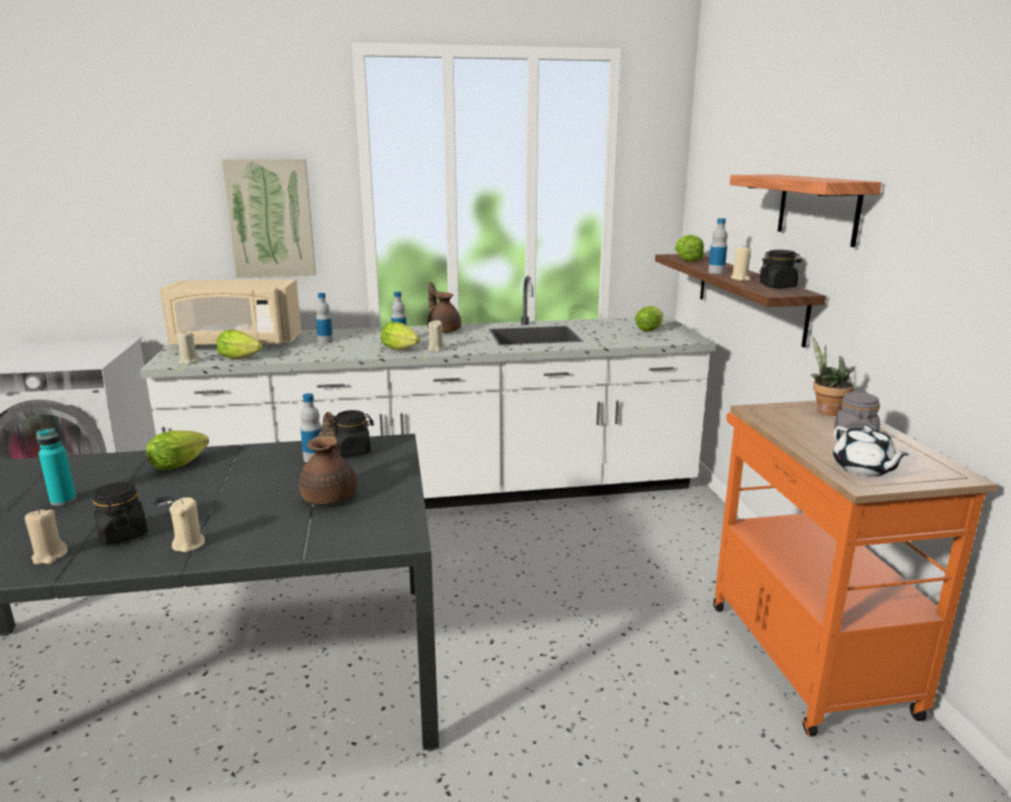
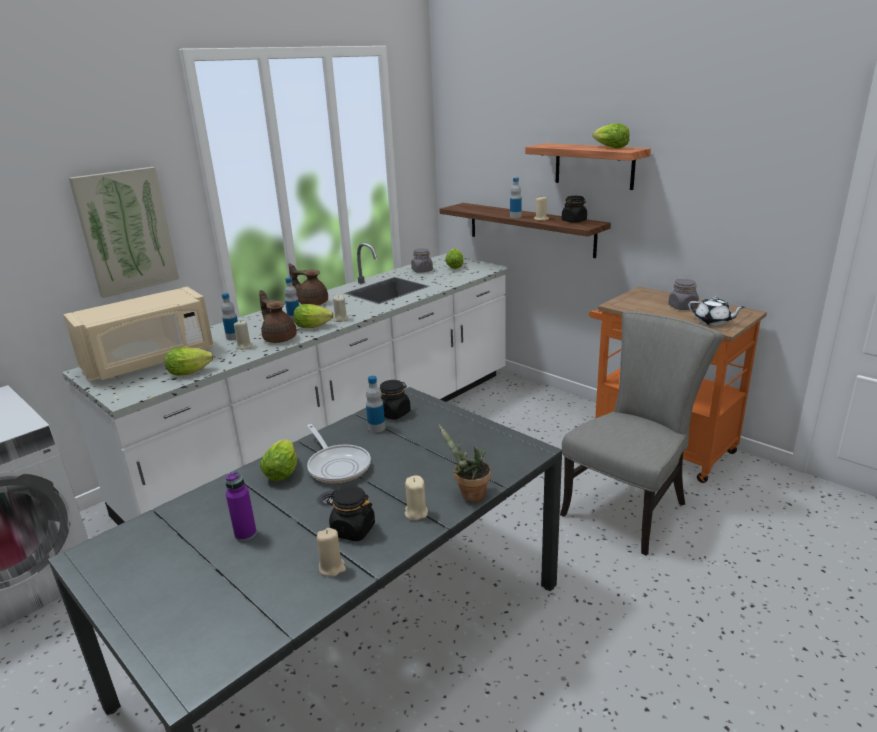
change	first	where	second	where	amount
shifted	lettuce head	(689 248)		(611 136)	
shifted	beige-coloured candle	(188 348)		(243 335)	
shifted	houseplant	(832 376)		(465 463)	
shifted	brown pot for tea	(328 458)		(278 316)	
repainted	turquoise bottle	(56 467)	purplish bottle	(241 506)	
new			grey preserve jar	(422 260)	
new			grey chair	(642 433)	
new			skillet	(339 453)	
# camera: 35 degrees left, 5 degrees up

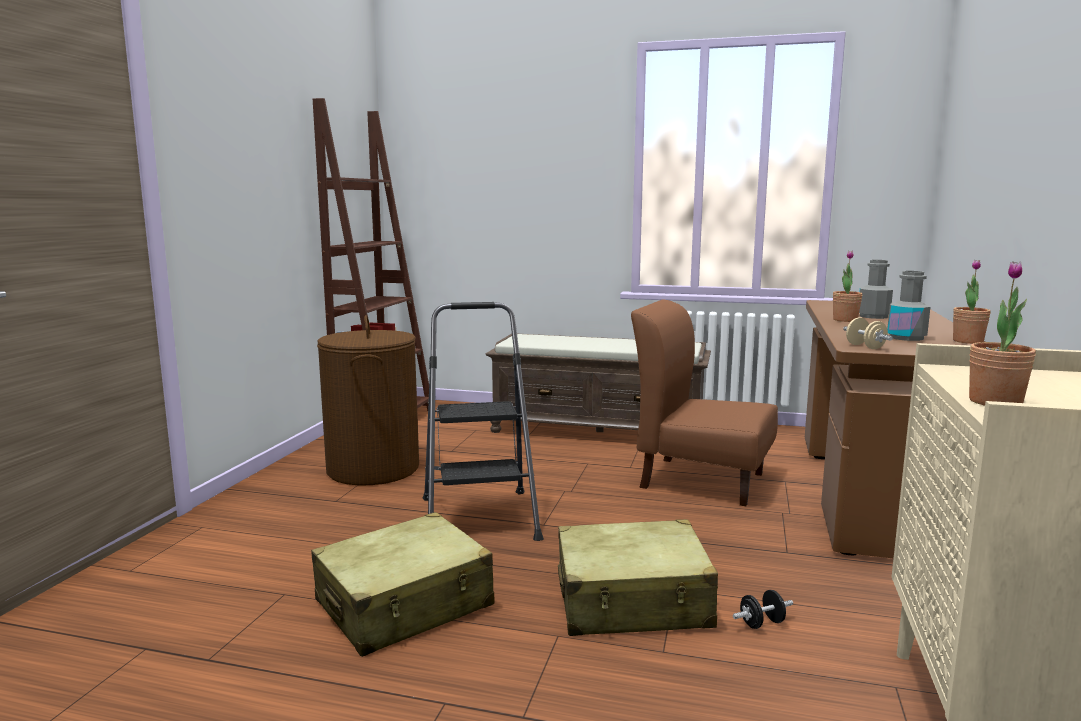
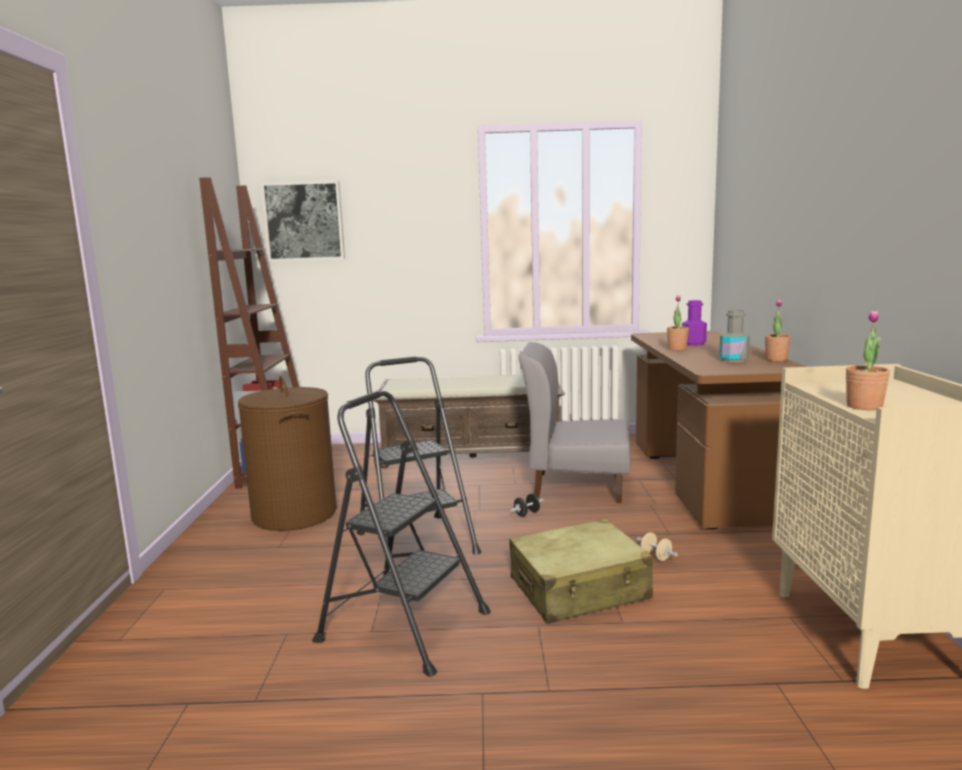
change	first	where	second	where	amount
repainted	grey bottle	(876 289)	purplish bottle	(694 323)	
repainted	brown chair	(704 402)	grey chair	(574 422)	
shifted	beige-coloured free weight	(868 333)		(657 546)	
swapped	beige-coloured suitcase	(402 584)	black-coloured stepladder	(401 534)	
shifted	black-coloured free weight	(763 609)		(527 505)	
new			wall art	(303 221)	
# camera: 15 degrees left, 0 degrees up

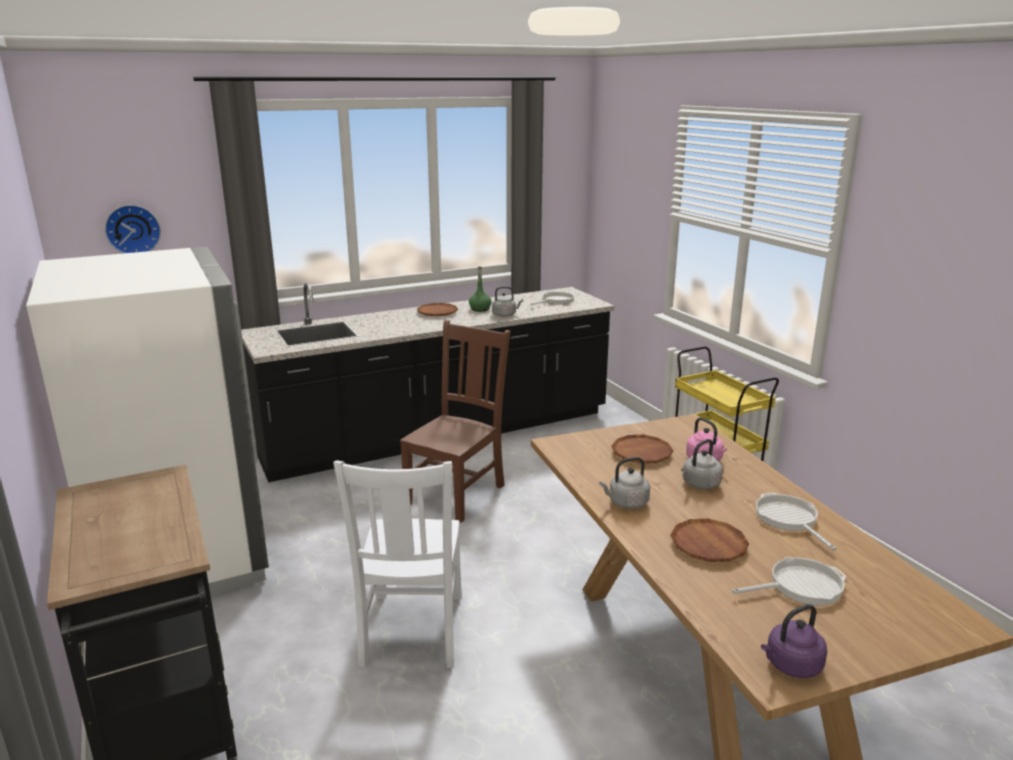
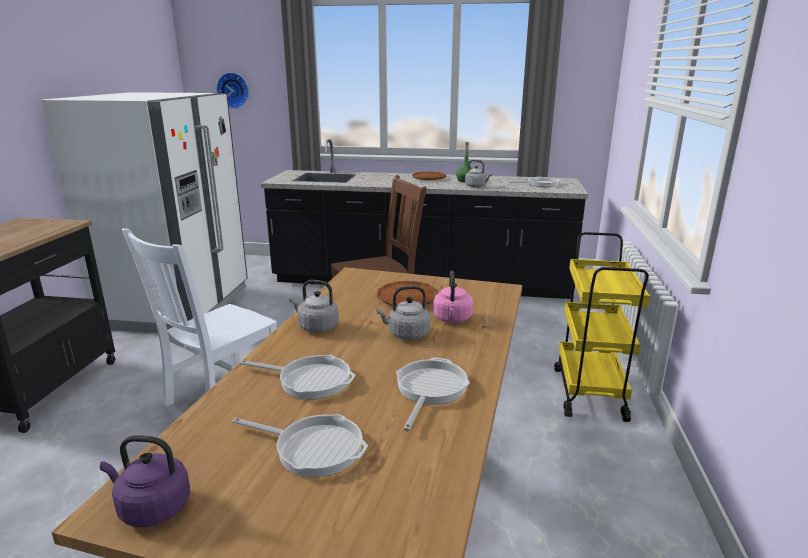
change	first	where	second	where	amount
swapped	brown flat dish	(709 540)	skillet	(297 377)	
# camera: 35 degrees right, 0 degrees up

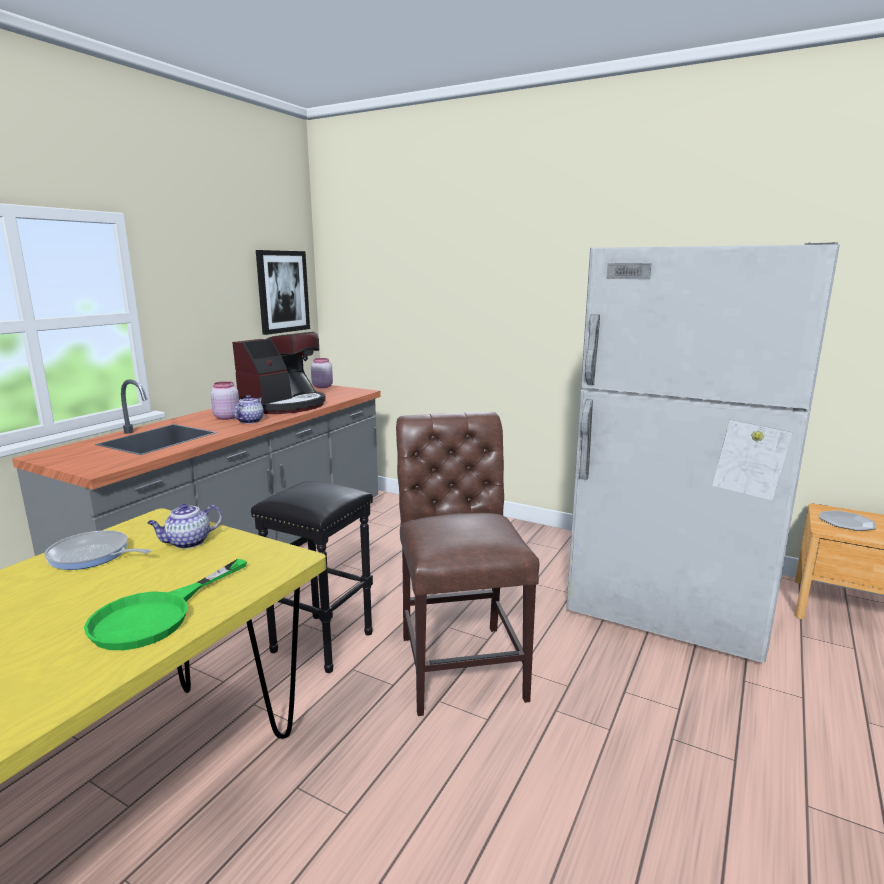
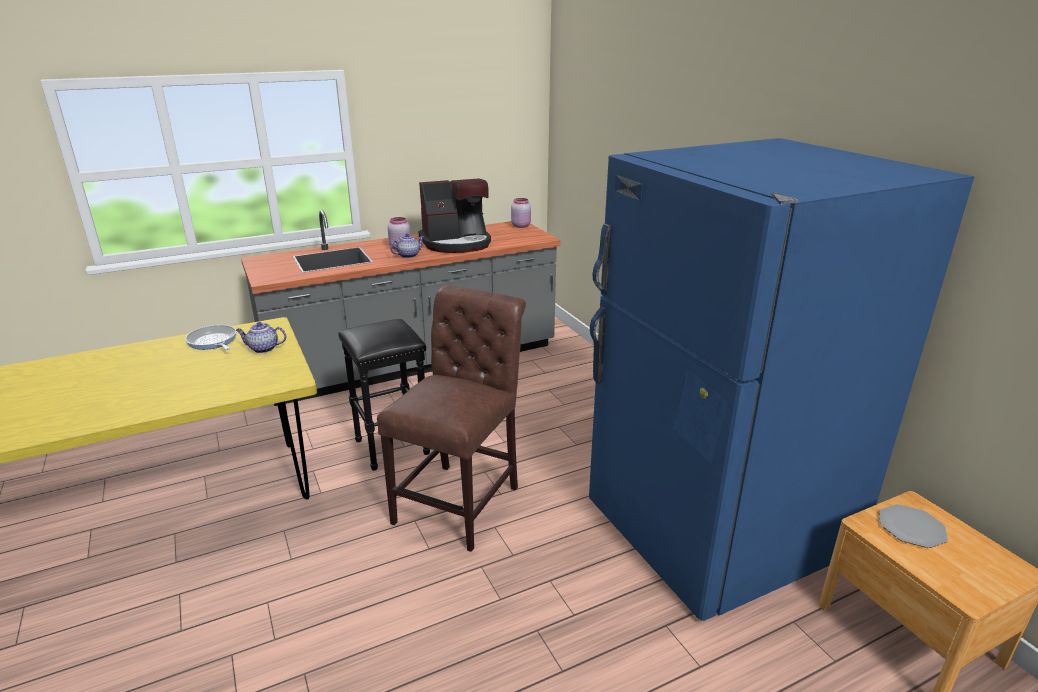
change	first	where	second	where	amount
repainted	white-coloured refrigerator	(703 452)	blue-coloured refrigerator	(781 379)	
gone	wall art	(283 292)			
gone	green skillet	(165 604)			
# camera: 35 degrees right, 10 degrees up

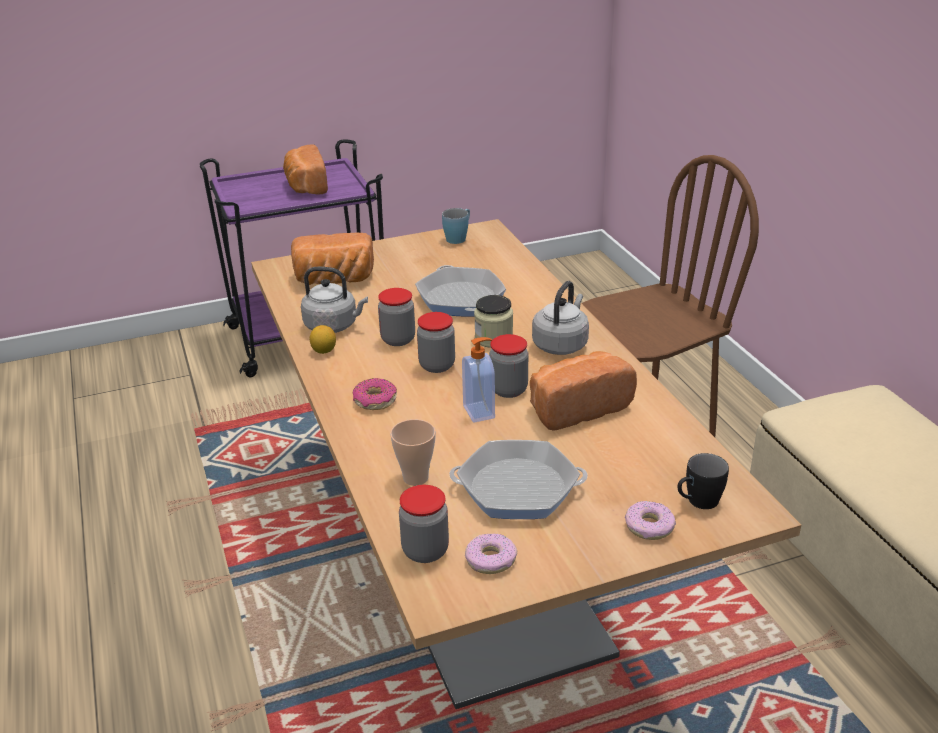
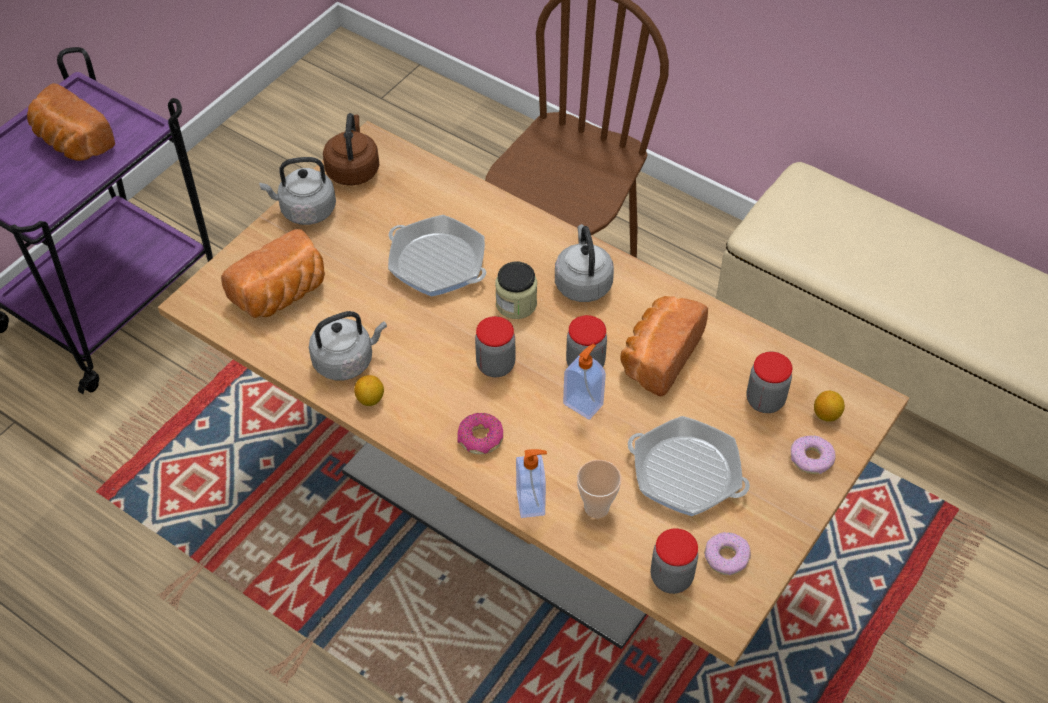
change	first	where	second	where	amount
swapped	blue-coloured coffee mug	(456 226)	brown tea kettle	(351 149)	
shifted	preserve jar	(396 317)		(769 382)	
rotated	skillet	(518 479)		(689 466)	60 degrees clockwise
swapped	black-coloured coffee mug	(703 481)	lemon	(829 406)	
new			grey tea kettle	(297 191)	
new			liquid soap bottle	(531 483)	
# camera: 35 degrees left, 20 degrees up

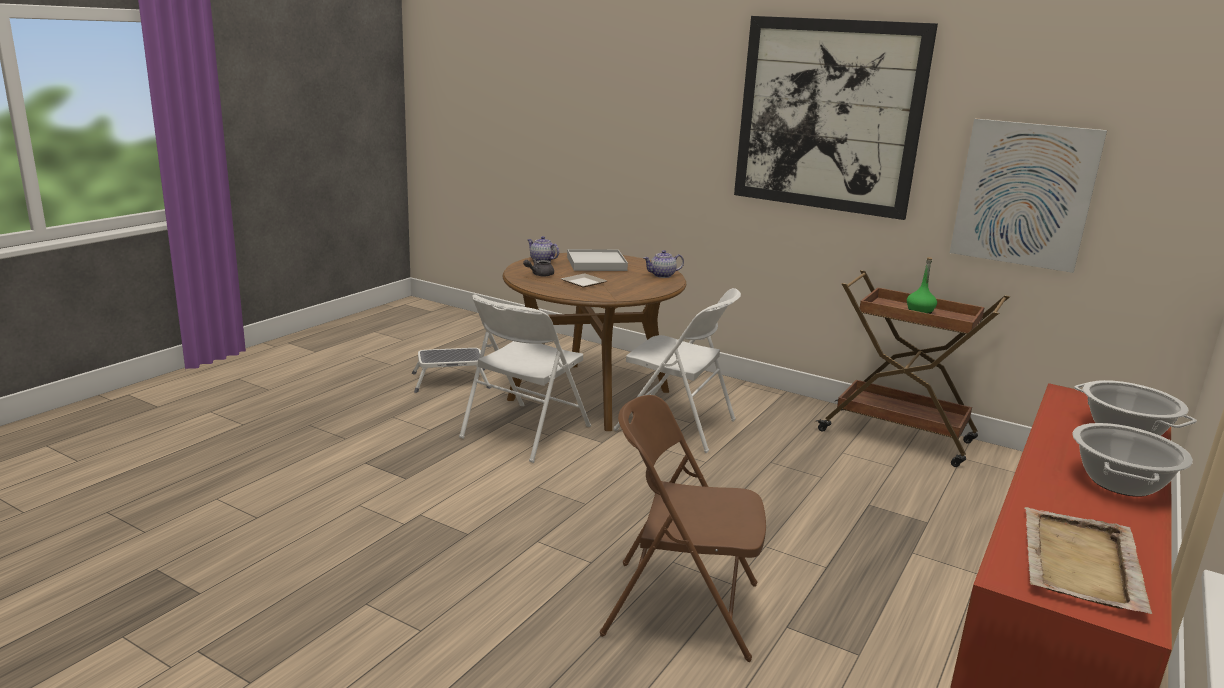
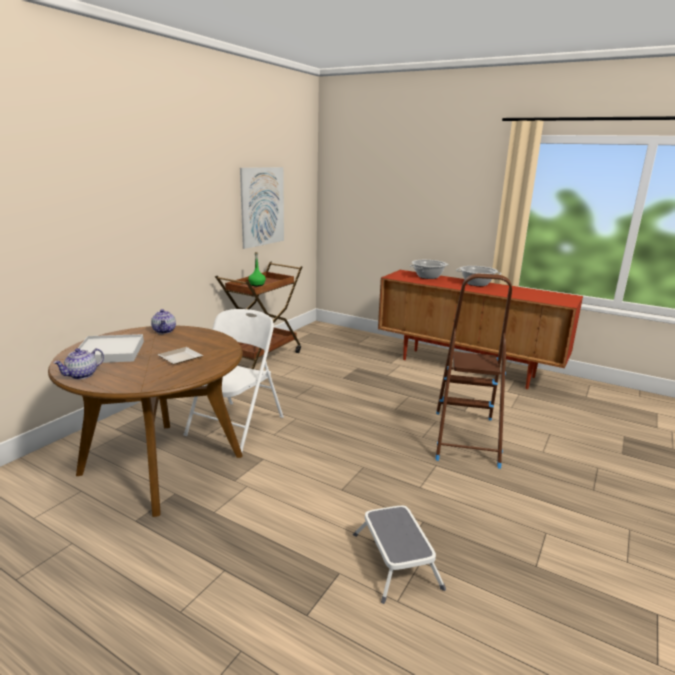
change	first	where	second	where	amount
gone	wall art	(836 118)			
gone	grey pot for tea	(538 267)			
gone	white-coloured chair	(525 378)			
shifted	grey stepladder	(451 370)		(399 555)	
swapped	brown chair	(683 528)	brown stepladder	(474 371)	
gone	beige-coloured serving tray	(1088 560)			
# camera: 90 degrees left, 0 degrees up

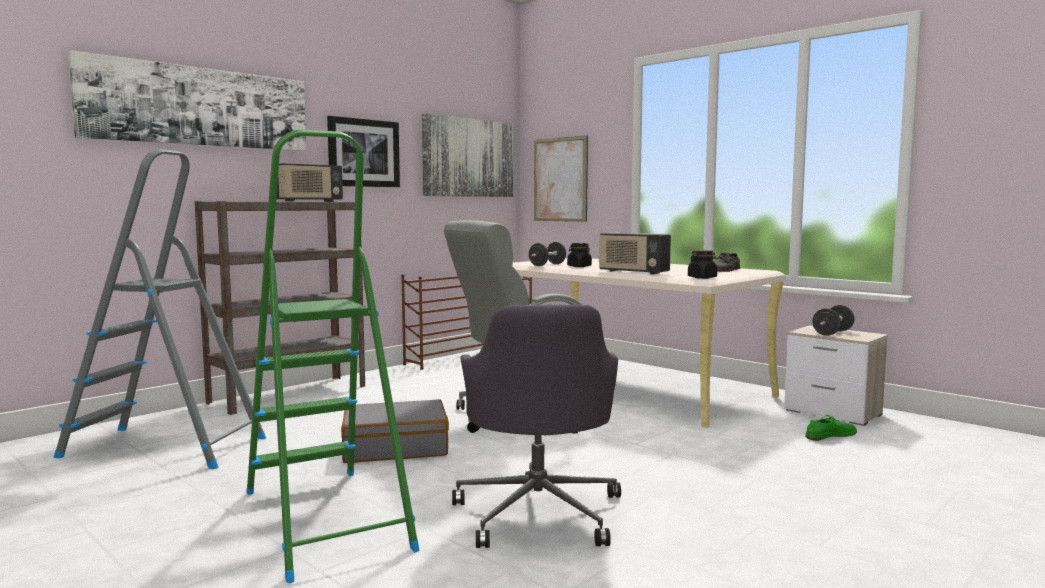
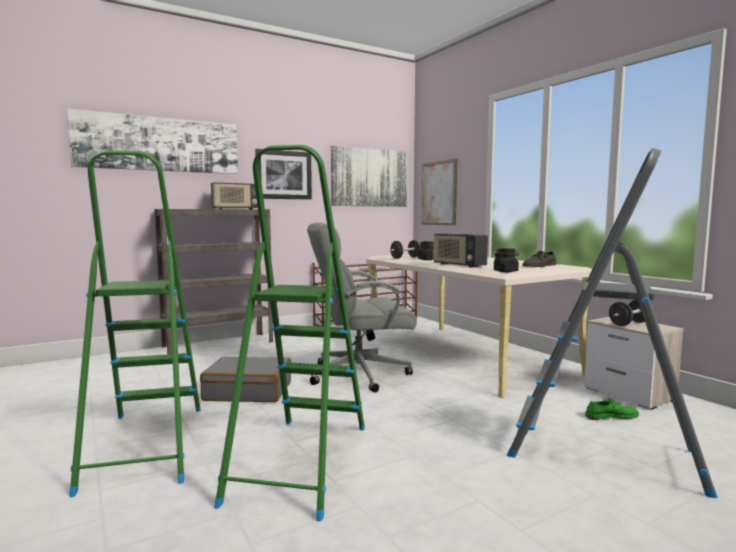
change	first	where	second	where	amount
shifted	grey stepladder	(160 309)		(612 323)	
swapped	grey desk chair	(536 426)	green stepladder	(289 333)	
# camera: 15 degrees right, 0 degrees up

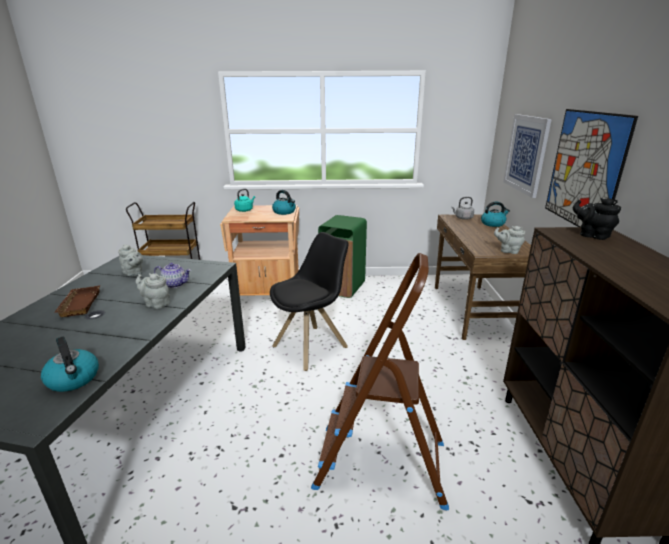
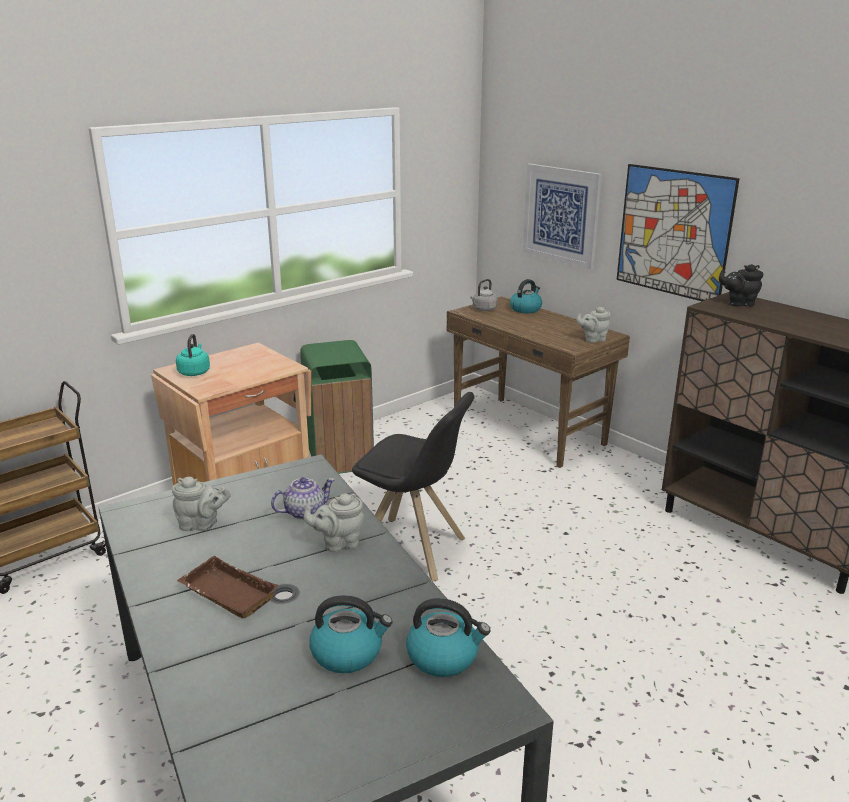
change	first	where	second	where	amount
shifted	tea kettle	(284 202)		(351 634)	
rotated	black-coloured chair	(309 301)		(413 486)	105 degrees clockwise
gone	brown stepladder	(380 381)			
# camera: 40 degrees left, 0 degrees up

